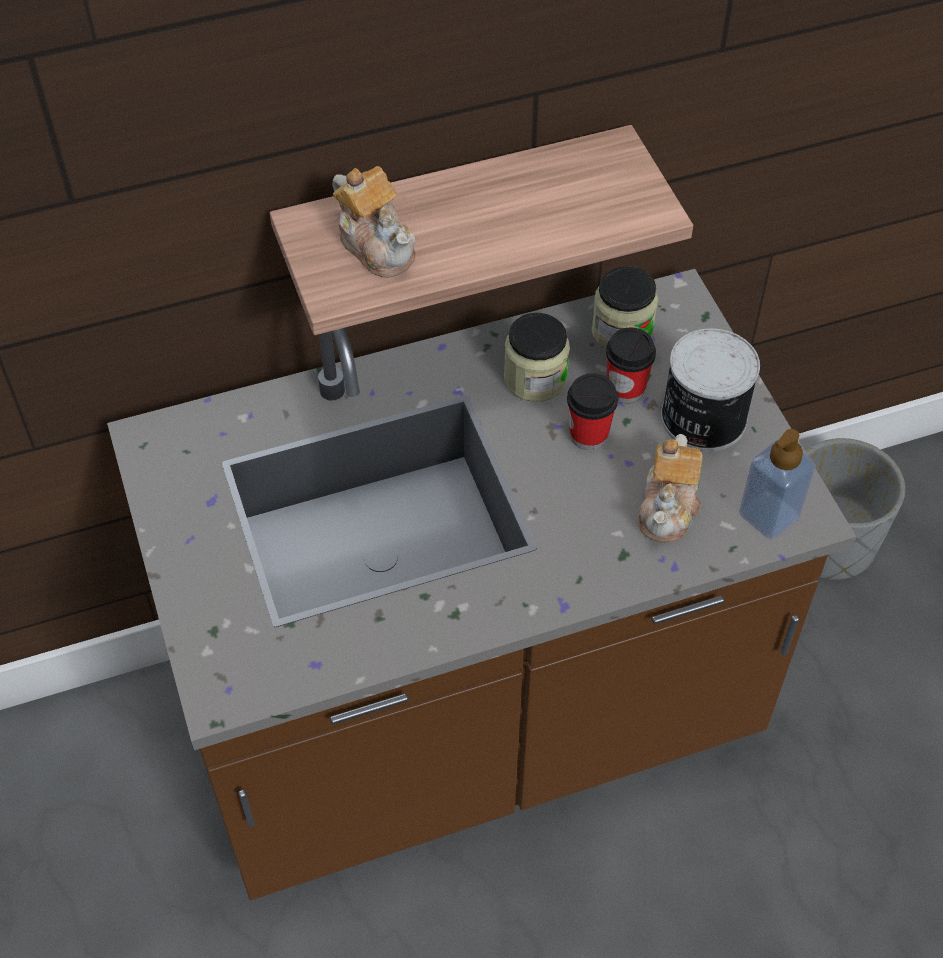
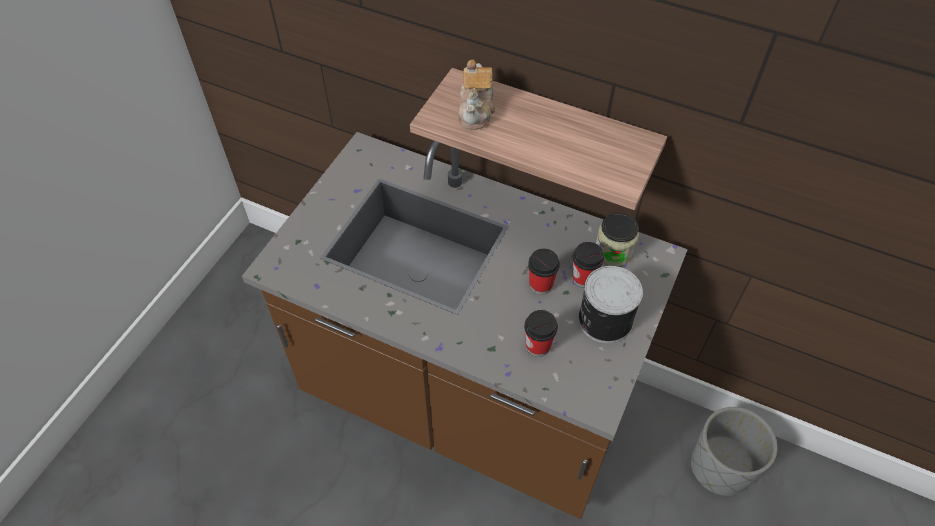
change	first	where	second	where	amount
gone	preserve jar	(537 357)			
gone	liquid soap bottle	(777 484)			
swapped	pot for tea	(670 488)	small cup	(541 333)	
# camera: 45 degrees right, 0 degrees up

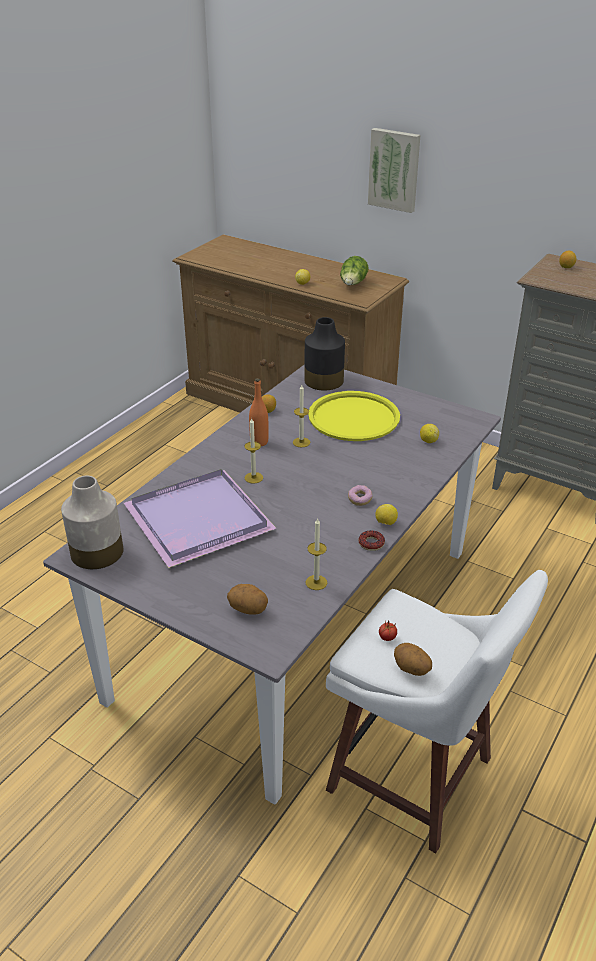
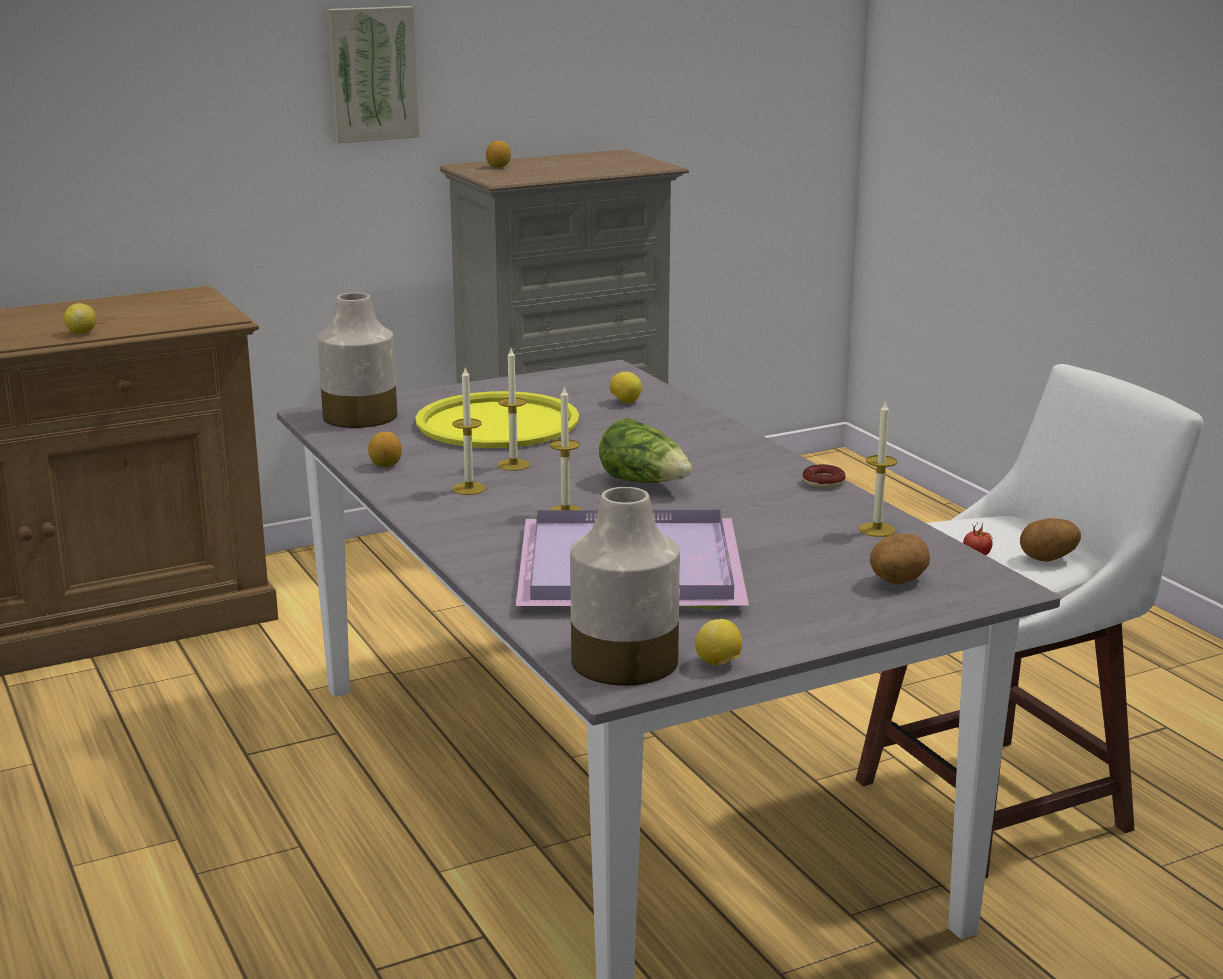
change	first	where	second	where	amount
shifted	wall art	(394 170)		(372 74)	
shifted	lettuce head	(354 270)		(645 450)	
repainted	black-coloured vase	(324 354)	beige-coloured vase	(357 360)	
swapped	orange-coloured bottle	(259 412)	candle	(469 431)	
gone	doughnut	(360 495)			
shifted	lemon	(386 514)		(718 642)	
# camera: 60 degrees left, 15 degrees down

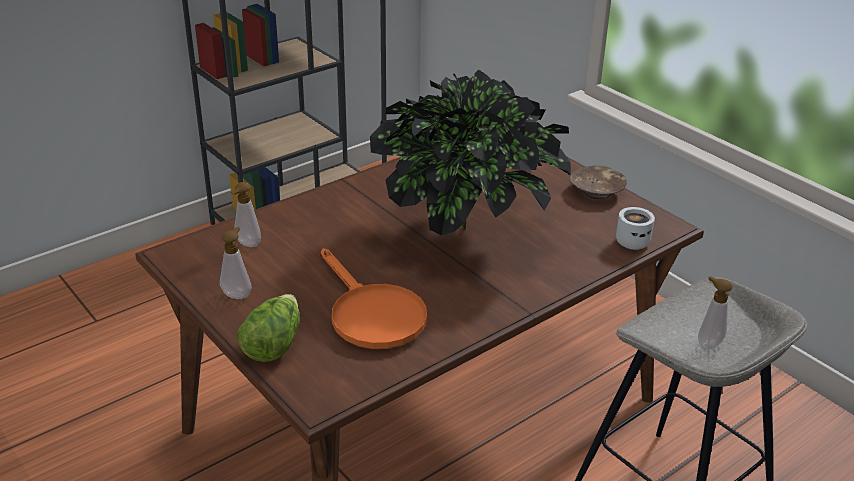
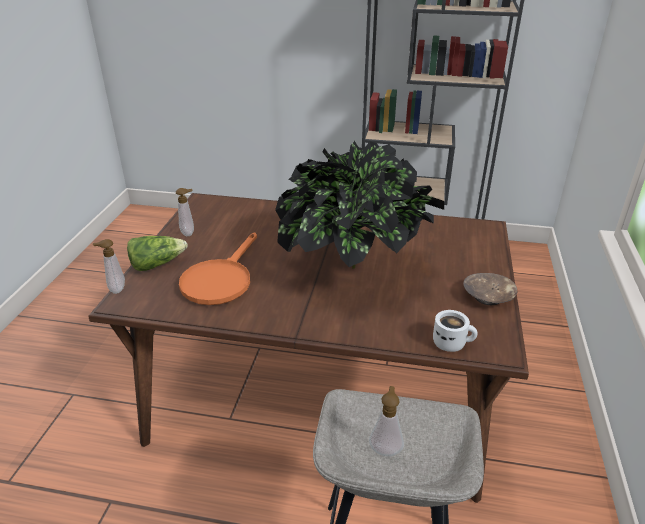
change	first	where	second	where	amount
shifted	liquid soap bottle	(246 214)		(109 266)	
# camera: 50 degrees right, 0 degrees up

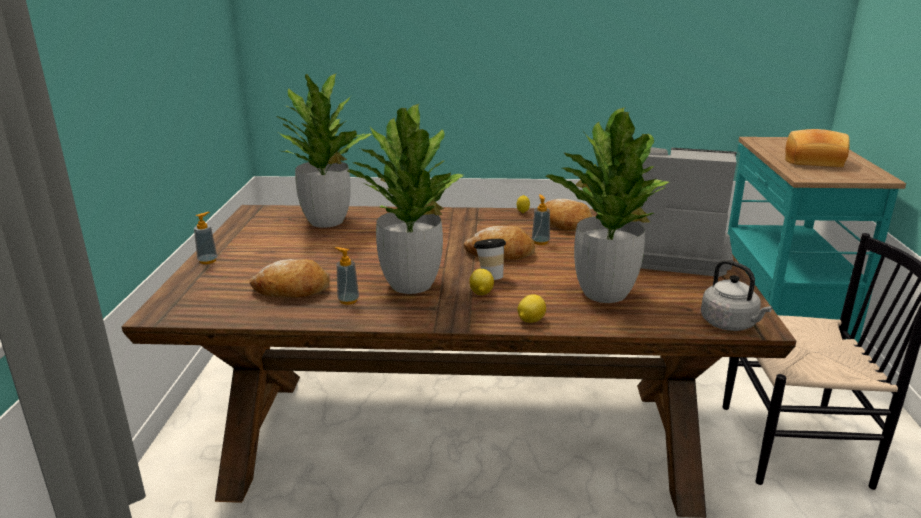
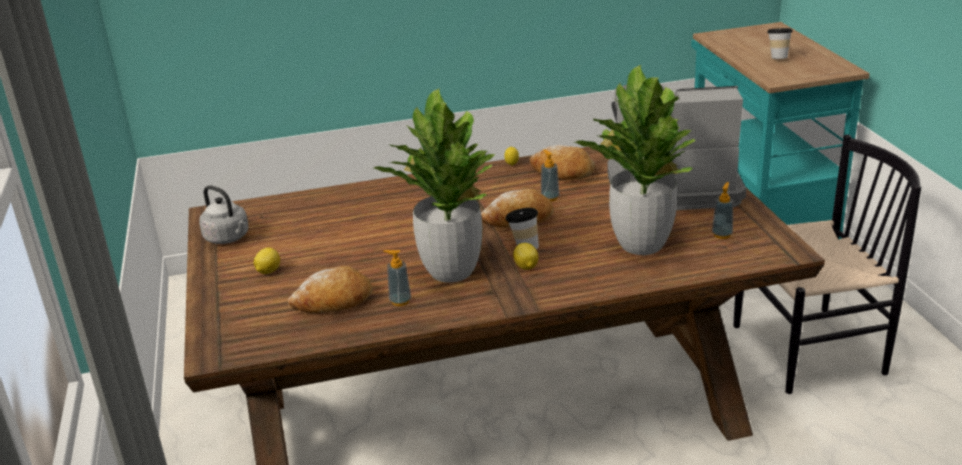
change	first	where	second	where	amount
gone	houseplant	(325 150)			
swapped	baked bread	(817 148)	small cup	(780 43)	
shifted	liquid soap bottle	(205 238)		(722 210)	
shifted	grey tea kettle	(736 295)		(224 214)	
shifted	lemon	(532 308)		(267 261)	
# camera: 15 degrees left, 5 degrees up

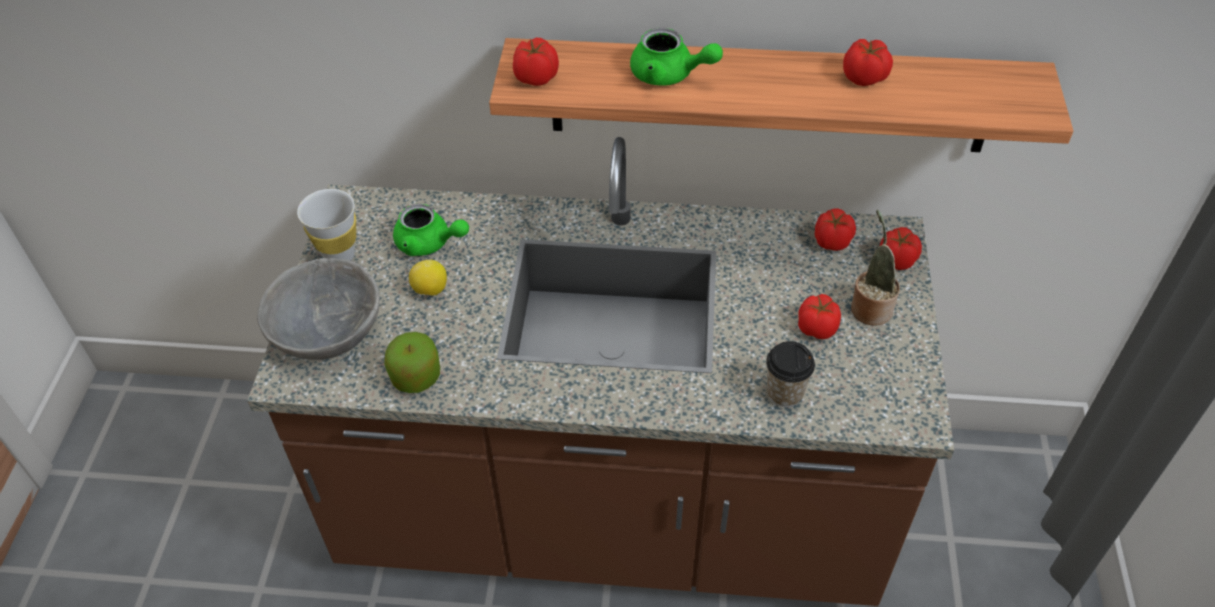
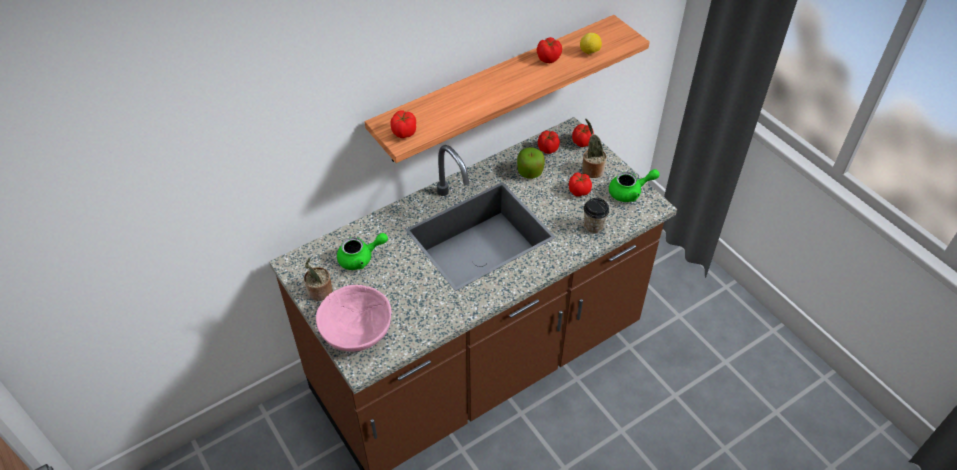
change	first	where	second	where	amount
shifted	green pot for tea	(676 56)		(634 185)	
swapped	white-coloured small cup	(326 225)	houseplant	(318 279)	
repainted	grey bowl	(318 309)	pink bowl	(353 318)	
shifted	lemon	(428 277)		(591 43)	
shifted	apple fruit	(412 362)		(531 163)	
# camera: 40 degrees left, 0 degrees up

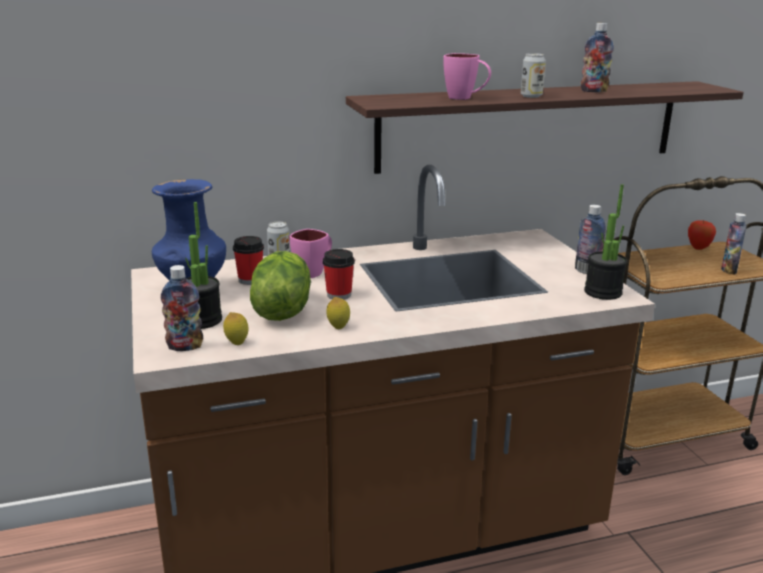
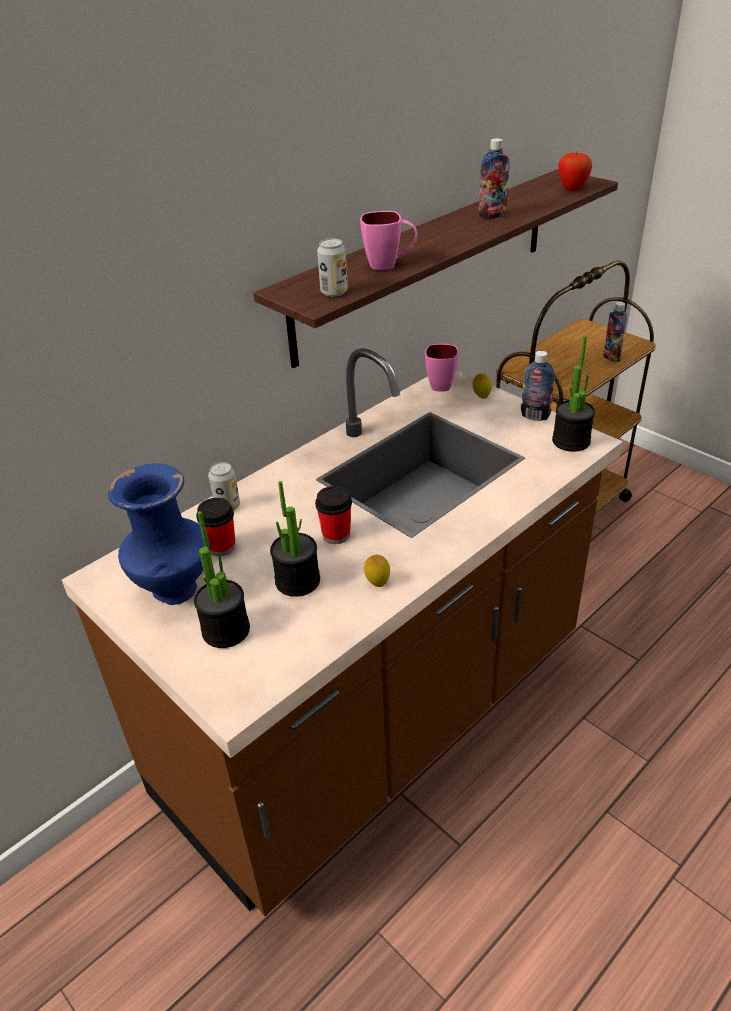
change	first	where	second	where	amount
shifted	can	(533 75)		(332 267)	
shifted	apple fruit	(702 235)		(575 171)	
shifted	pink coffee mug	(310 253)		(442 367)	
swapped	lettuce head	(280 286)	houseplant	(295 539)	
gone	bottle	(182 308)			
shifted	lemon	(236 328)		(482 386)	
# camera: 25 degrees left, 15 degrees up

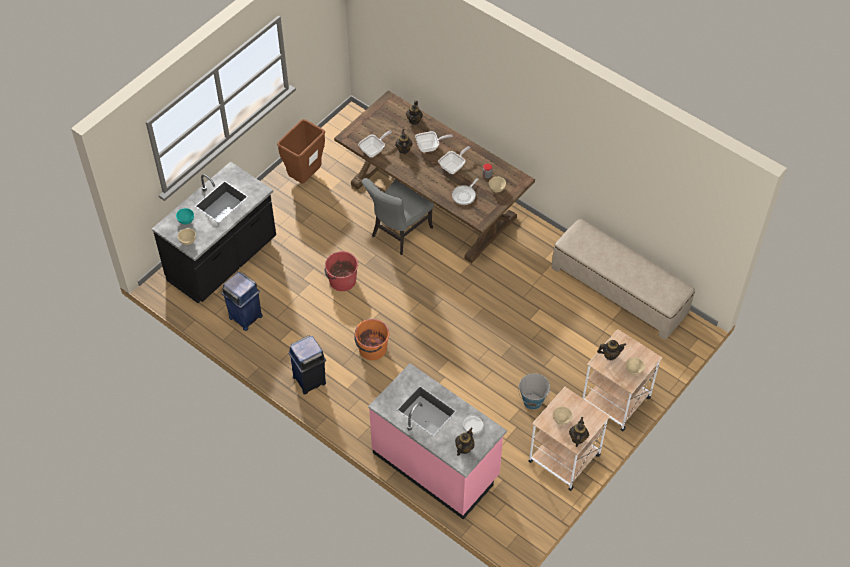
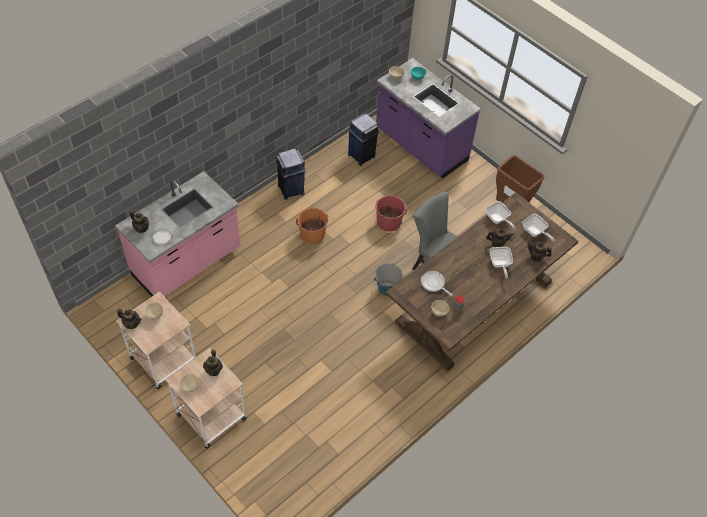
change	first	where	second	where	amount
shifted	skillet	(454 160)		(538 228)	
repainted	black-coloured counter	(214 232)	purplish counter	(428 118)	
gone	beige-coloured indoor bench	(623 279)			
shifted	pail	(534 391)		(388 279)	
# camera: 95 degrees right, 0 degrees up

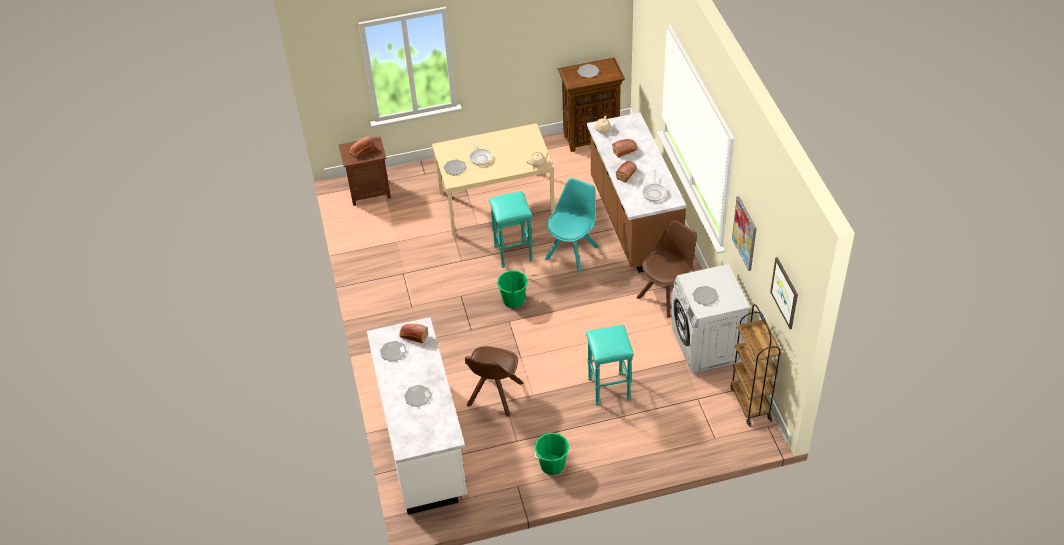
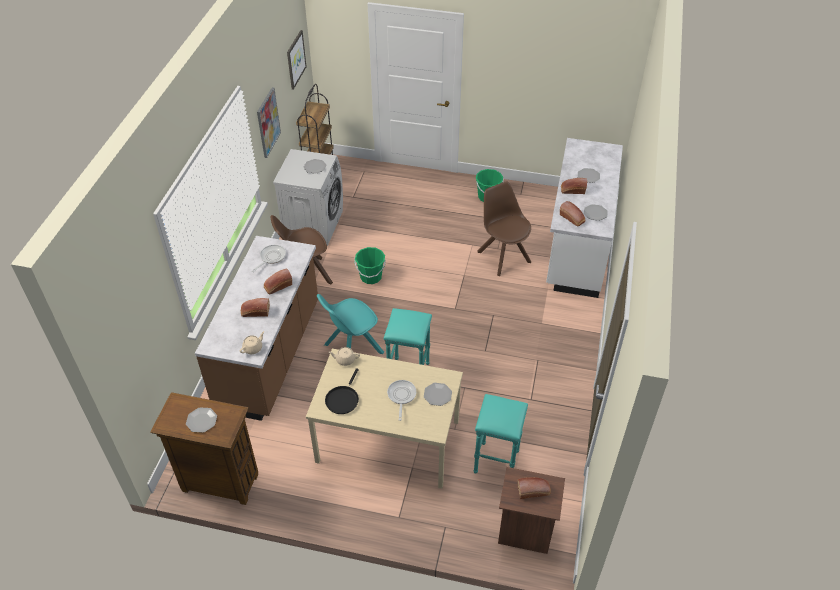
change	first	where	second	where	amount
shifted	green pail	(512 289)		(370 265)	
shifted	turquoise stool	(610 365)		(501 434)	
rotated	brown chair	(494 381)		(504 229)	75 degrees counterclockwise
new			baked bread	(574 186)	
new			black-coloured skillet	(342 391)	
# camera: 155 degrees left, 0 degrees up

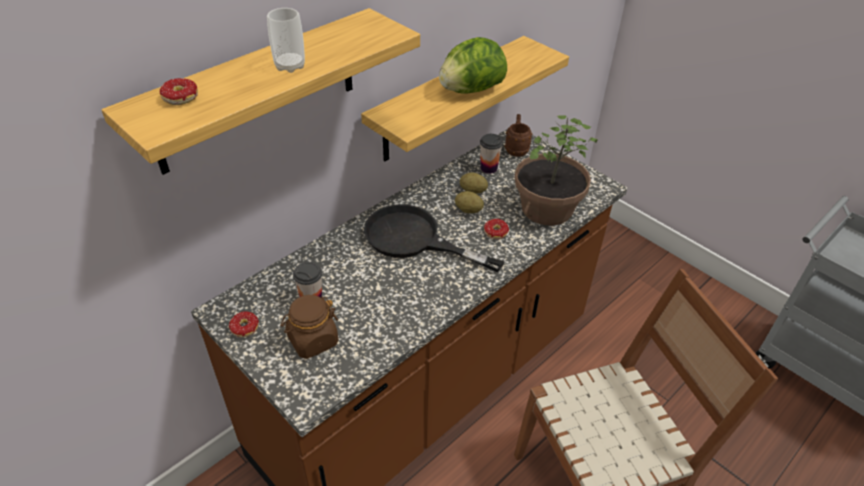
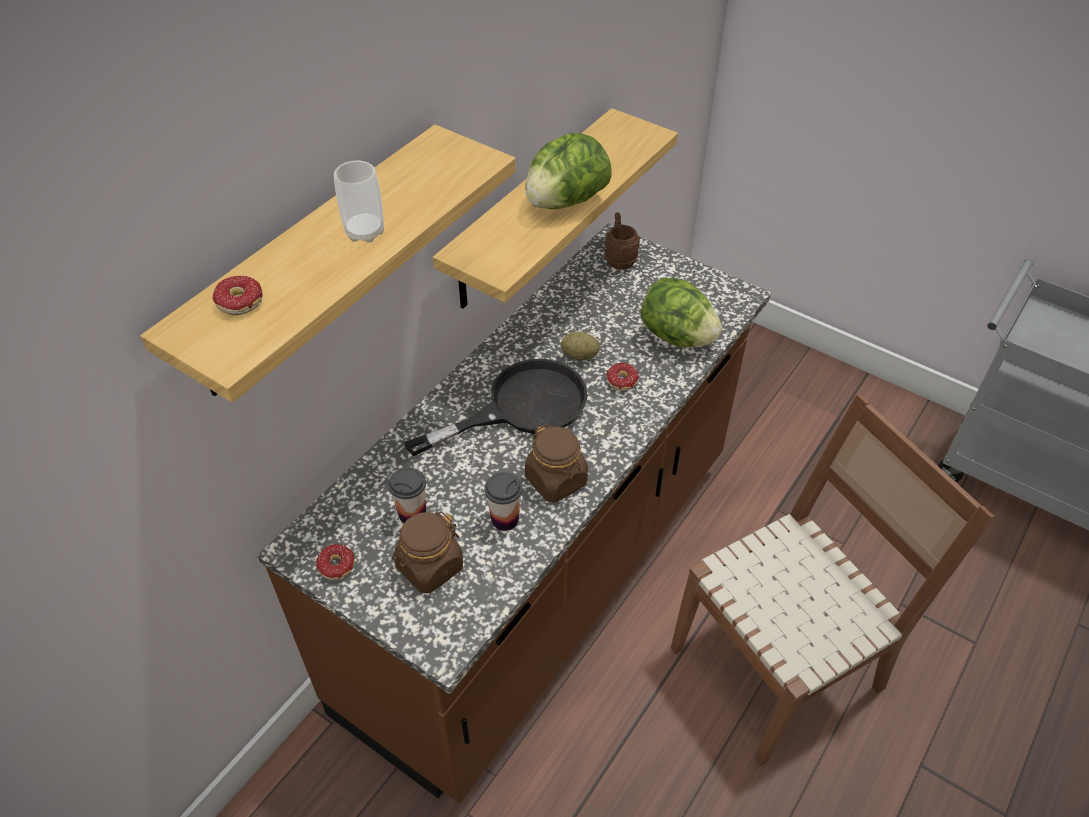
change	first	where	second	where	amount
swapped	houseplant	(556 170)	lettuce head	(682 313)	
shifted	small cup	(491 154)		(503 501)	
gone	potato	(474 183)			
rotated	black-coloured skillet	(434 238)		(495 408)	135 degrees clockwise
new			brown preserve jar	(556 463)	
# camera: 10 degrees left, 5 degrees up

